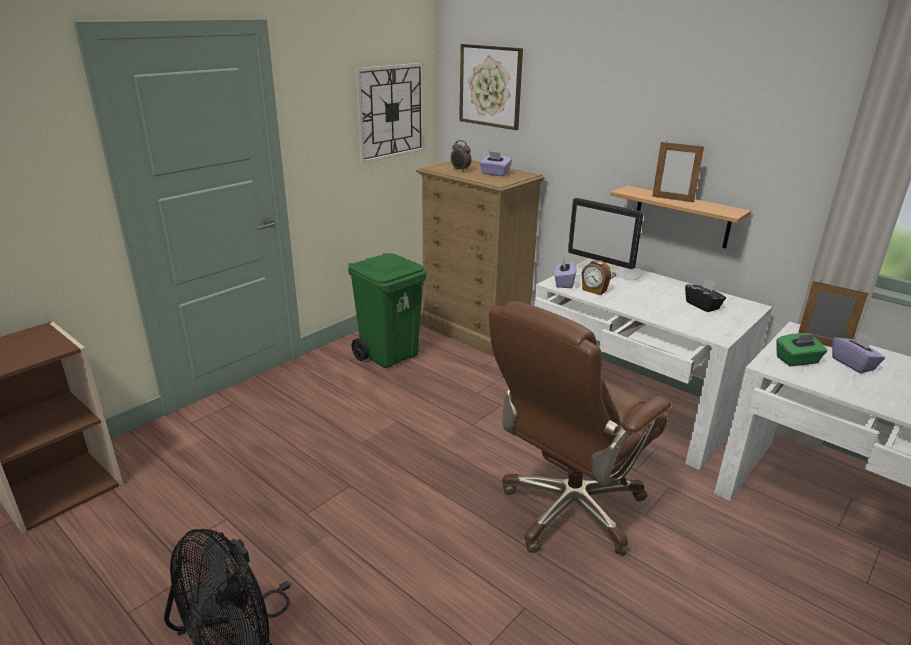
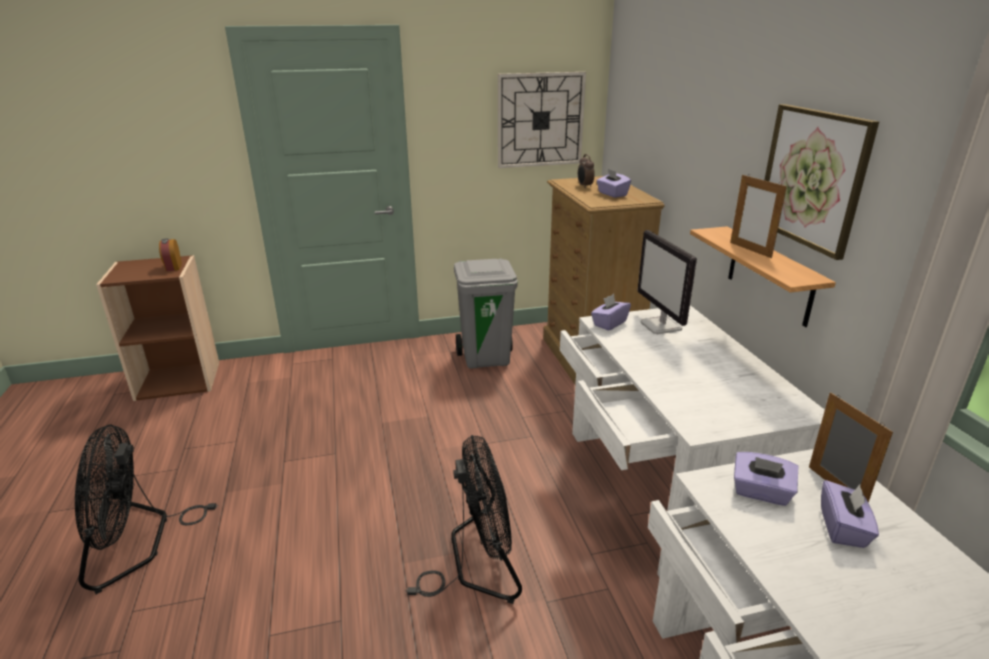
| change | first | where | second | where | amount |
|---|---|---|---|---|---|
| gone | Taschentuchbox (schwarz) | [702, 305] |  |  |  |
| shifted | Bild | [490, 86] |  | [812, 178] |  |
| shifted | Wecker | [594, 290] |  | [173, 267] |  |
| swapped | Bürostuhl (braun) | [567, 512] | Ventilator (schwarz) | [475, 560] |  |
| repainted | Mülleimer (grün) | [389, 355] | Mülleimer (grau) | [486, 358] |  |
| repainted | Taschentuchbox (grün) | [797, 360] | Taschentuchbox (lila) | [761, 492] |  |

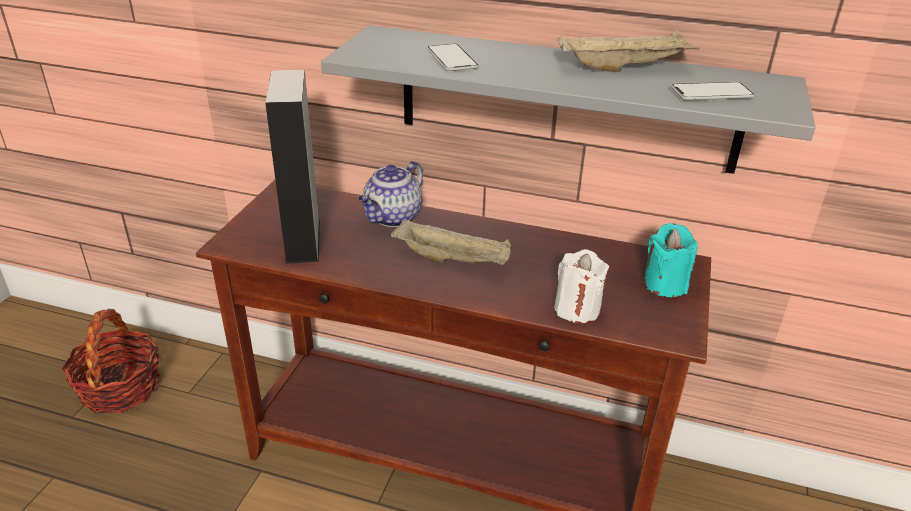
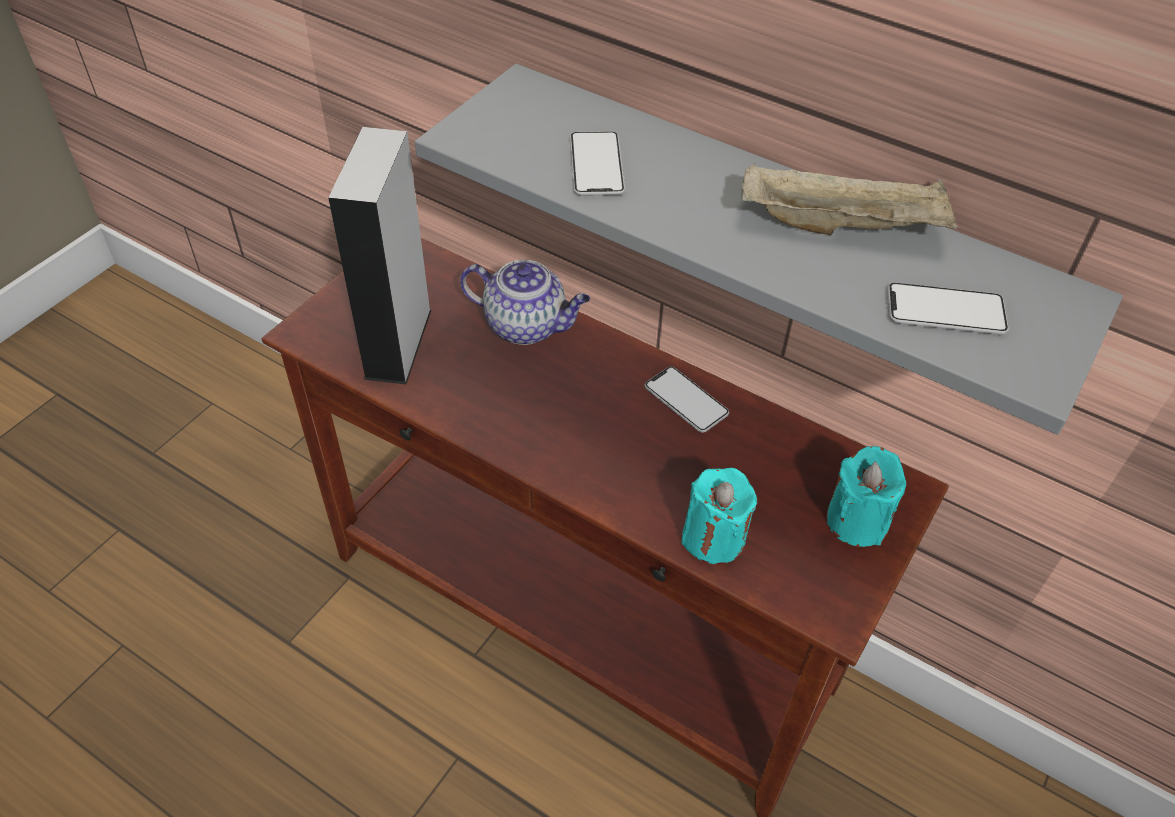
| change | first | where | second | where | amount |
|---|---|---|---|---|---|
| gone | Korb | [120, 387] |  |  |  |
| gone | Tablett (beige) | [453, 260] |  |  |  |
| new |  |  | Handy | [686, 400] |  |
| repainted | Kerze (weiß) | [577, 309] | Kerze (türkis) | [713, 538] |  |
| rotated | Teekanne | [392, 218] |  | [527, 326] | 120 degrees counterclockwise |

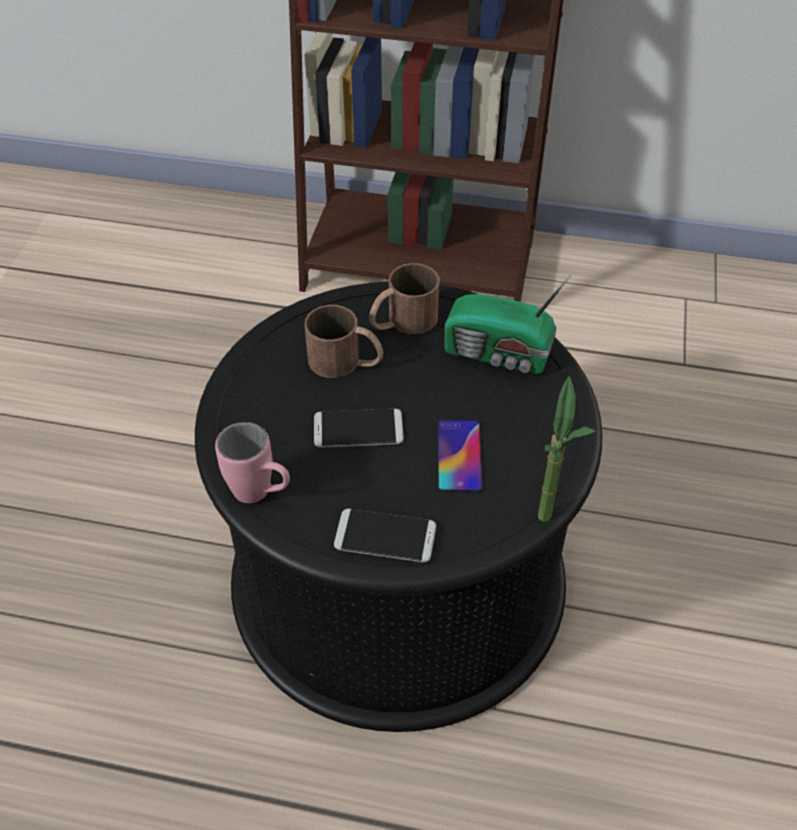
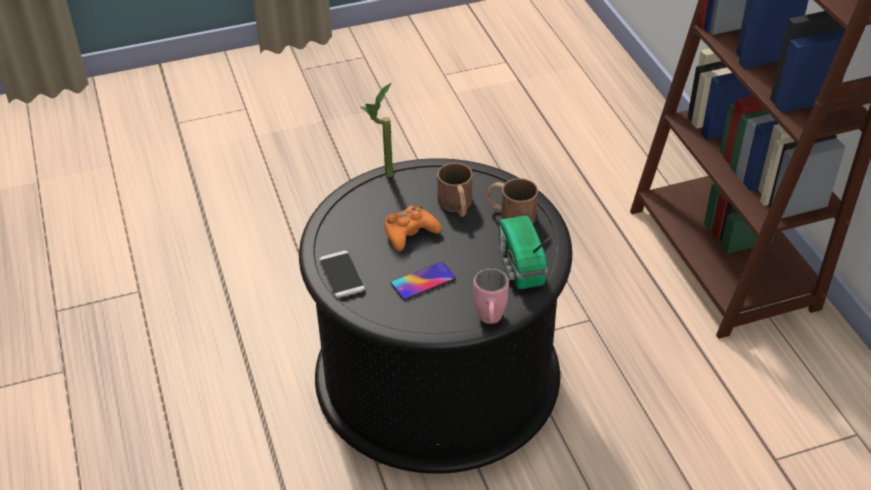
| change | first | where | second | where | amount |
|---|---|---|---|---|---|
| shifted | Henkelbecher (rosa) | [261, 494] |  | [490, 321] |  |
| shifted | Topfpflanze | [548, 528] |  | [382, 178] |  |
| swapped | Handy | [358, 429] | Gamepad (orange) | [410, 233] |  |

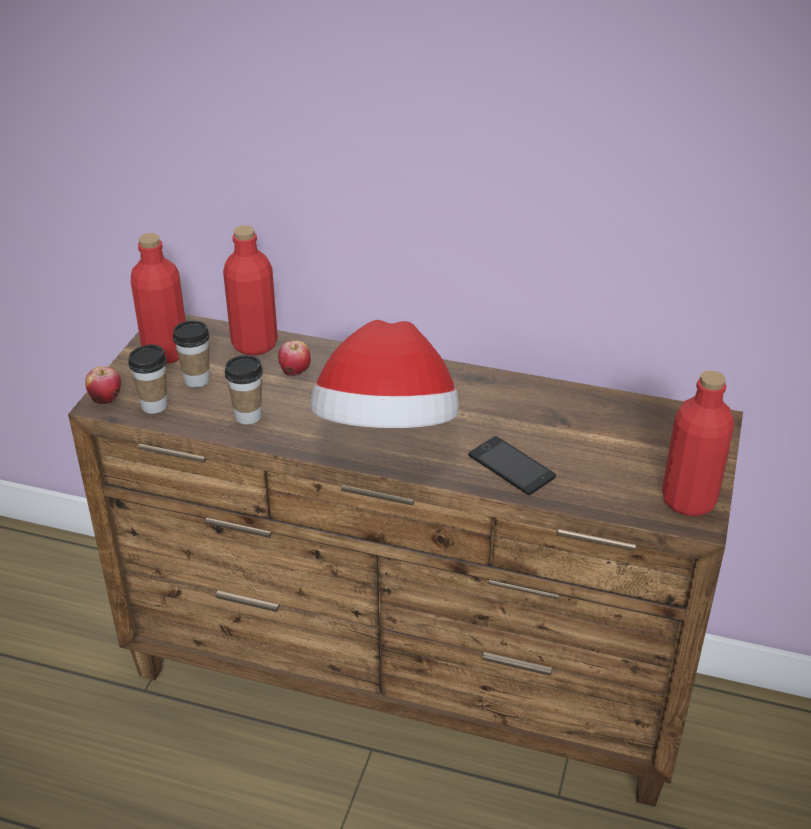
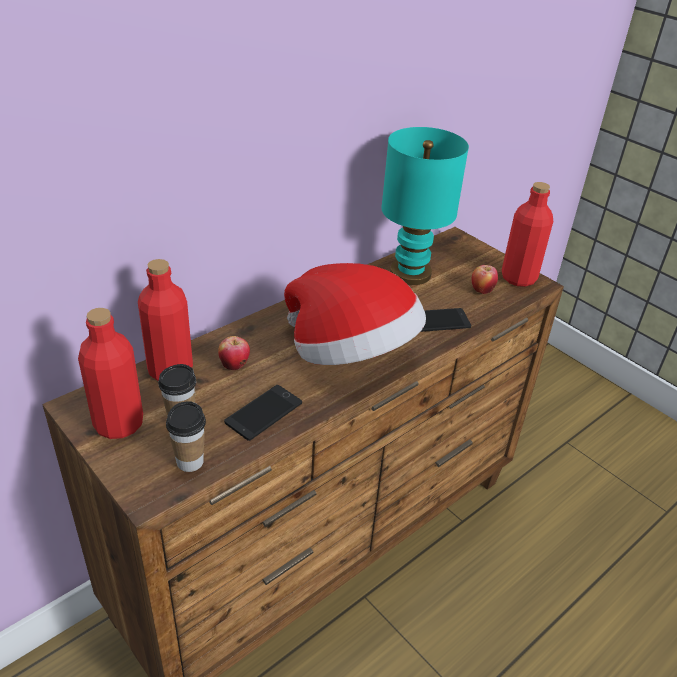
| change | first | where | second | where | amount |
|---|---|---|---|---|---|
| new |  |  | Tischlampe (türkis) | [410, 274] |  |
| shifted | Apfel | [106, 399] |  | [482, 290] |  |
| swapped | Tasse | [248, 416] | Handy | [264, 413] |  |

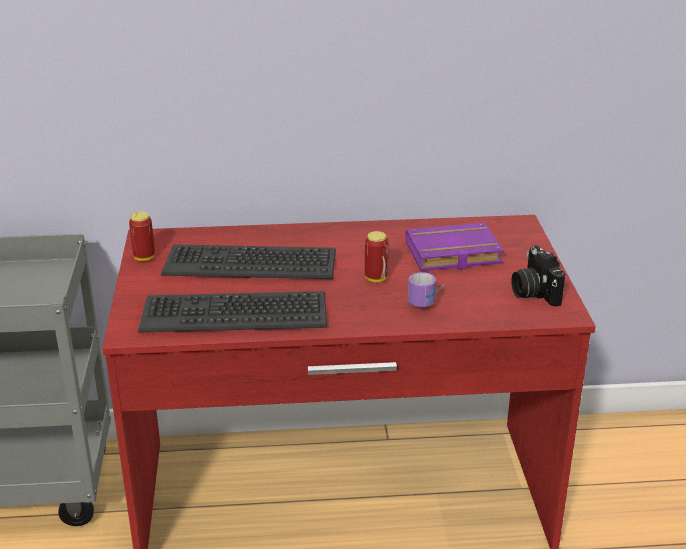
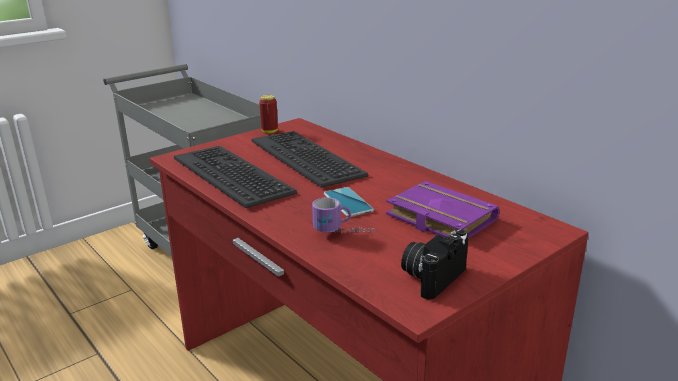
| change | first | where | second | where | amount |
|---|---|---|---|---|---|
| swapped | Dose | [376, 278] | Handy | [348, 202] |  |

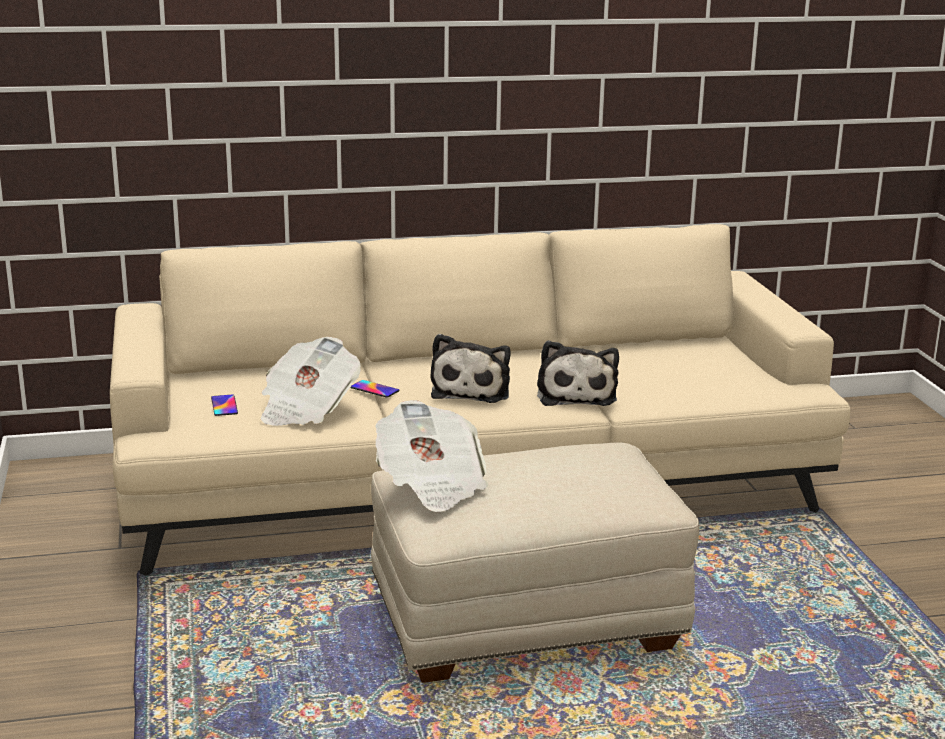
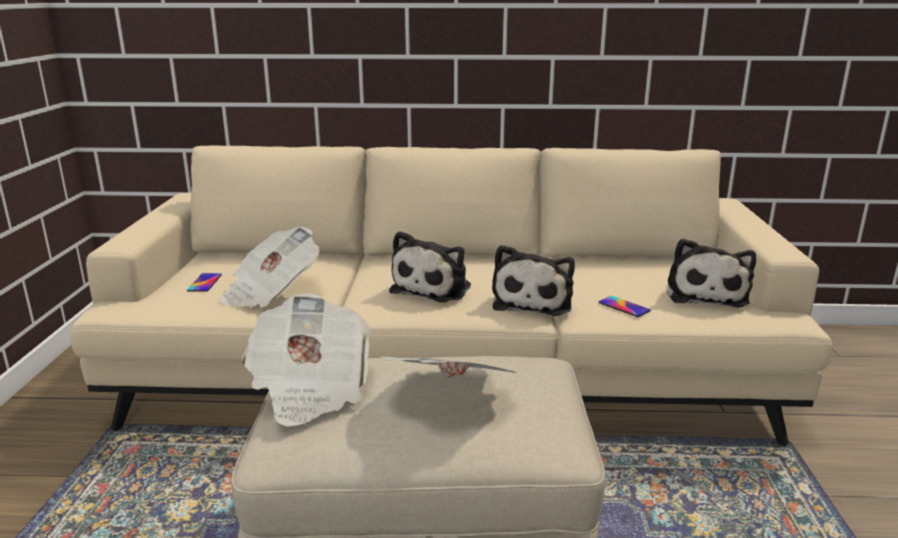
| change | first | where | second | where | amount |
|---|---|---|---|---|---|
| new |  |  | Zeitung | [452, 396] |  |
| new |  |  | Plüschtier | [706, 293] |  |
| shifted | Handy | [374, 389] |  | [624, 307] |  |

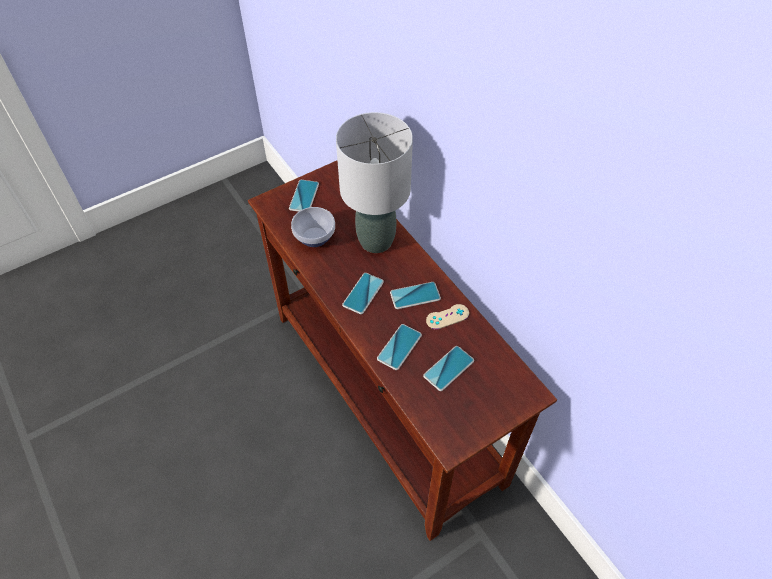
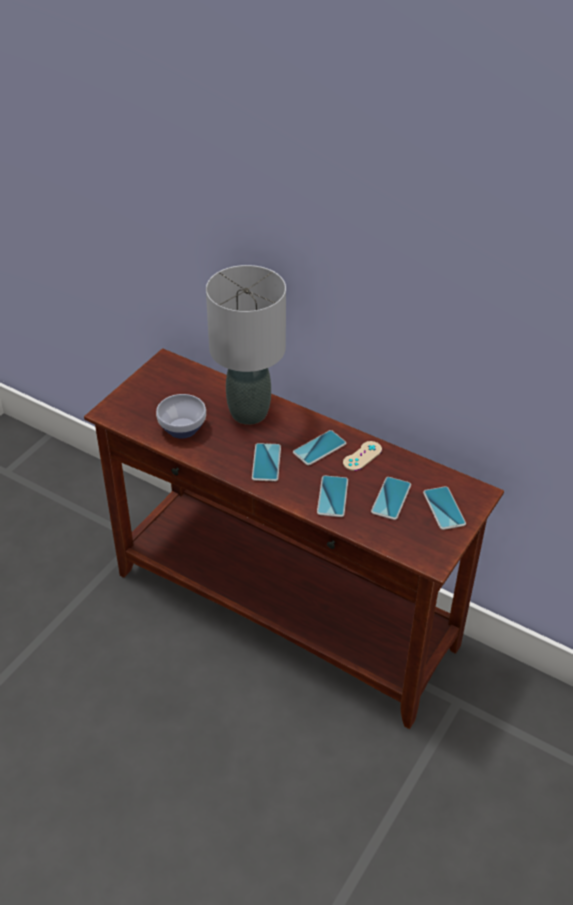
| change | first | where | second | where | amount |
|---|---|---|---|---|---|
| shifted | Handy | [304, 196] |  | [444, 508] |  |

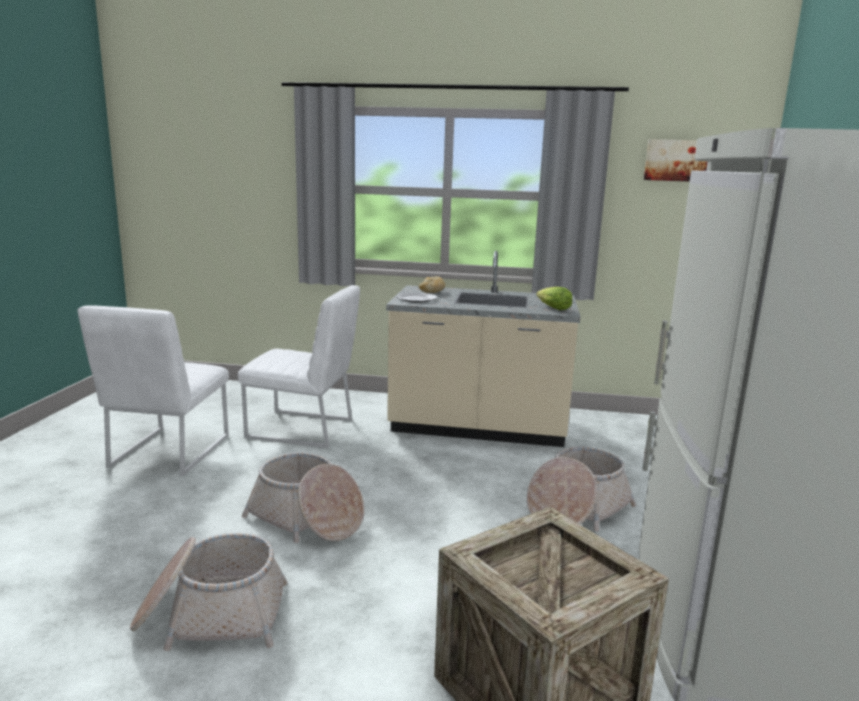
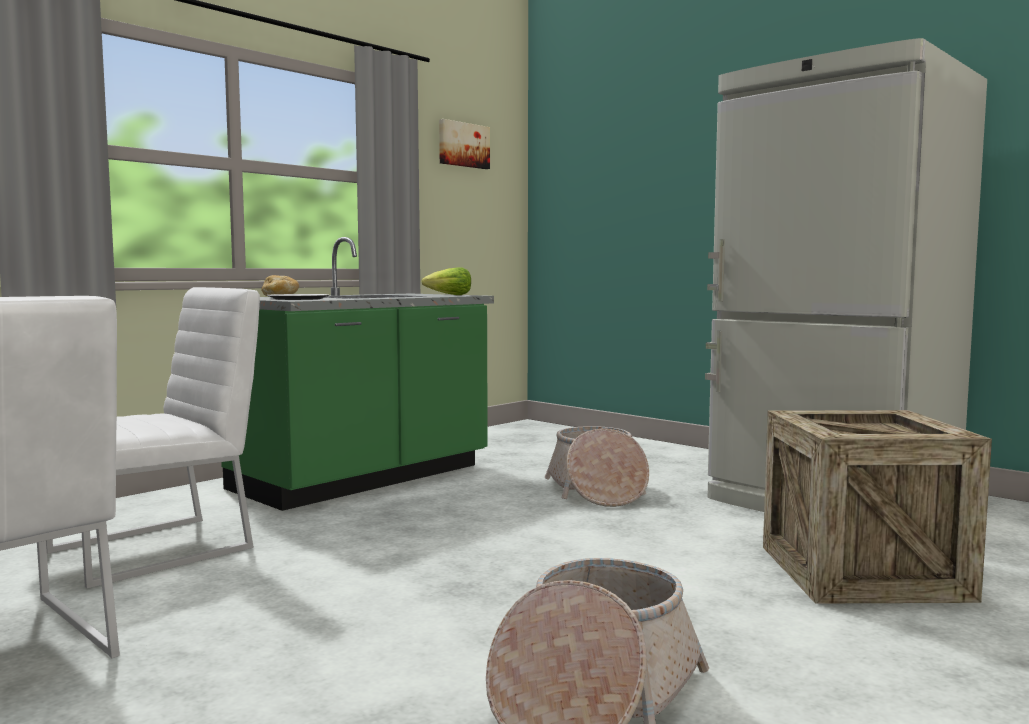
| change | first | where | second | where | amount |
|---|---|---|---|---|---|
| gone | Korb | [307, 519] |  |  |  |
| repainted | Küchenzeile (beige) | [478, 427] | Küchenzeile (grün) | [364, 478] |  |

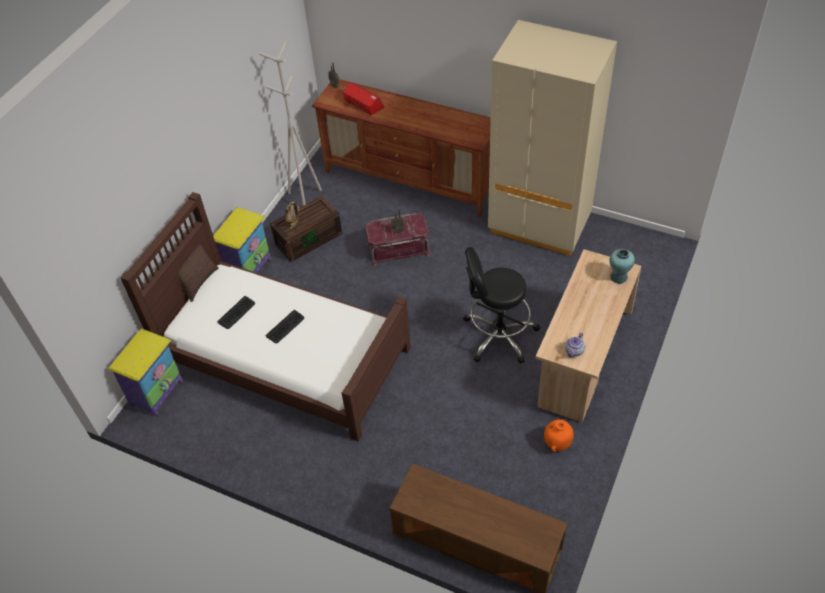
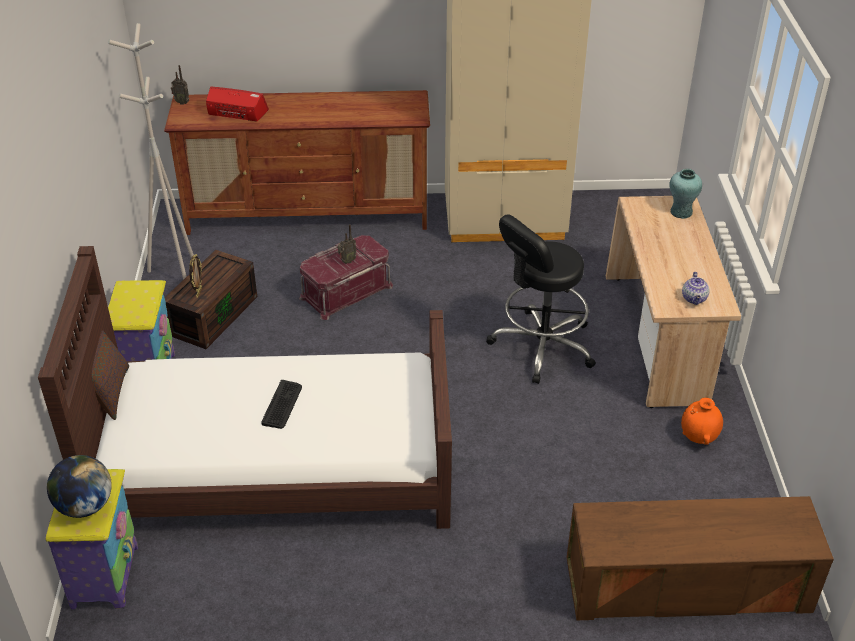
| change | first | where | second | where | amount |
|---|---|---|---|---|---|
| gone | Tastatur | [236, 313] |  |  |  |
| new |  |  | Globus | [85, 506] |  |

